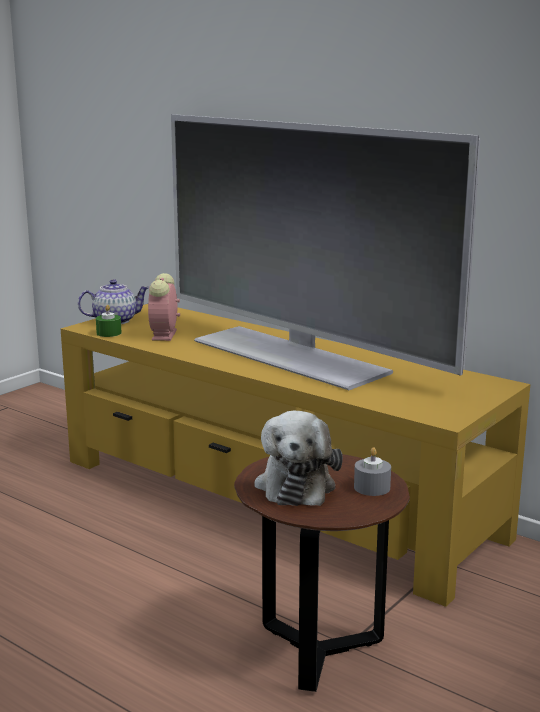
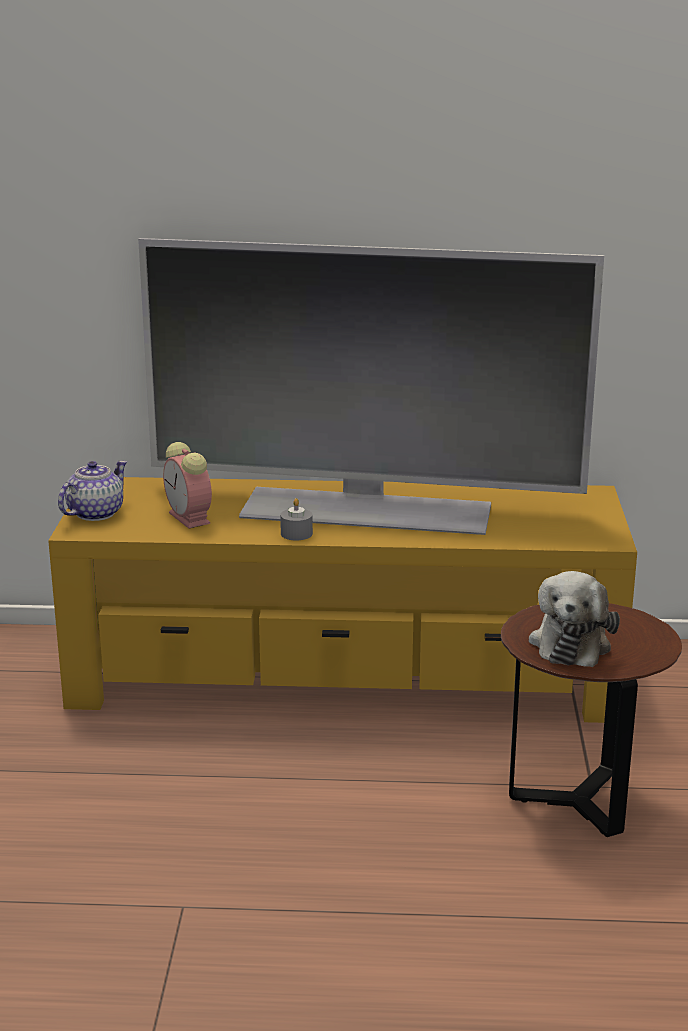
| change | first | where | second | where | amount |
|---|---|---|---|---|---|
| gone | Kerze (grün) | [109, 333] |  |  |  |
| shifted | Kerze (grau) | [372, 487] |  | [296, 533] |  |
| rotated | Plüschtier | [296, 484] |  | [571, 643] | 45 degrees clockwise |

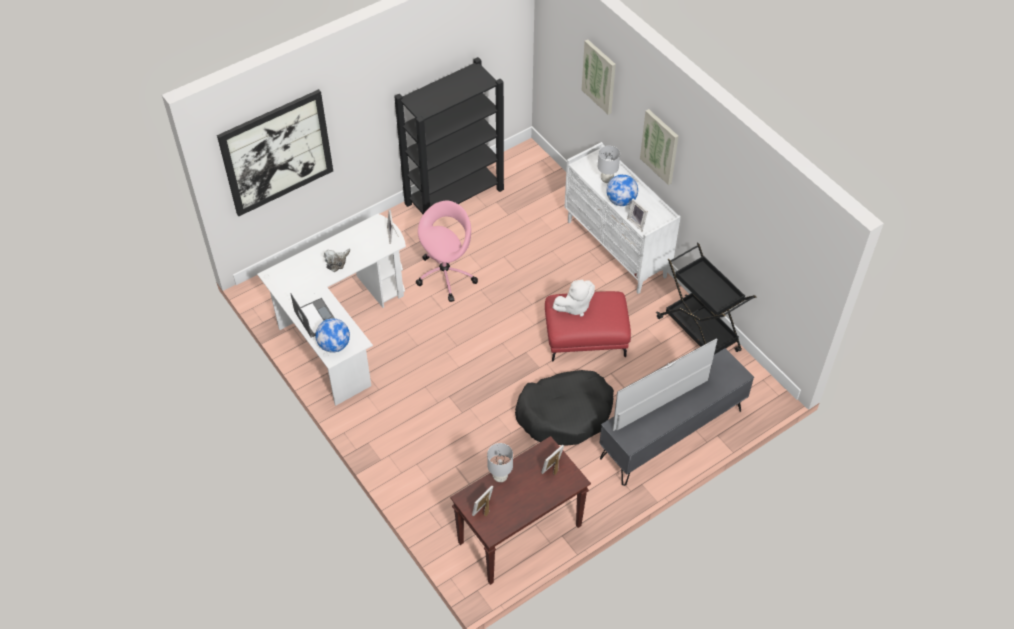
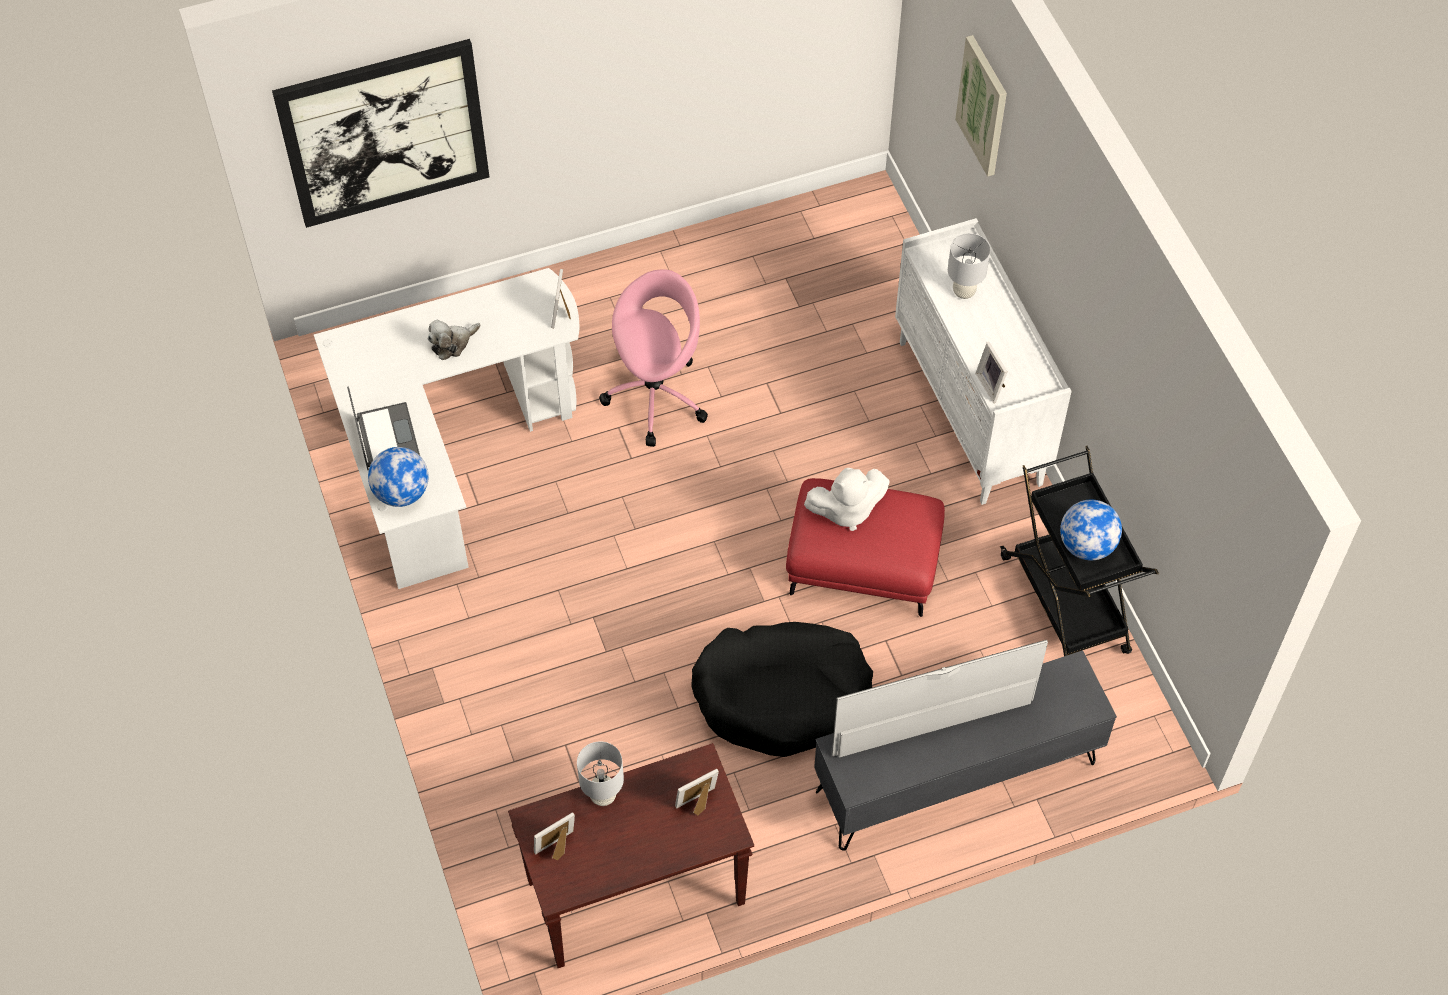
| change | first | where | second | where | amount |
|---|---|---|---|---|---|
| gone | Bücherregal (schwarz) | [454, 196] |  |  |  |
| gone | Bild | [660, 146] |  |  |  |
| shifted | Globus | [621, 201] |  | [1086, 545] |  |

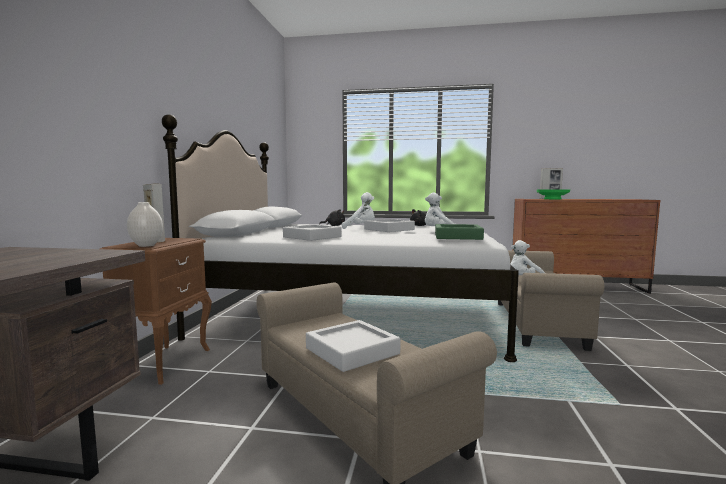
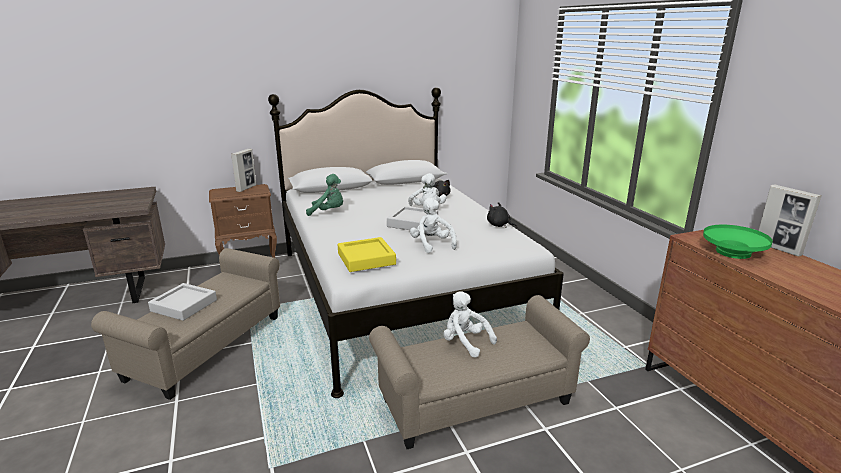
| change | first | where | second | where | amount |
|---|---|---|---|---|---|
| gone | Vase (weiß) | [147, 245] |  |  |  |
| swapped | Tablett (grau) | [312, 237] | Plüschtier (grün) | [328, 212] |  |
| repainted | Tablett (grün) | [457, 236] | Tablett (gelb) | [366, 259] |  |

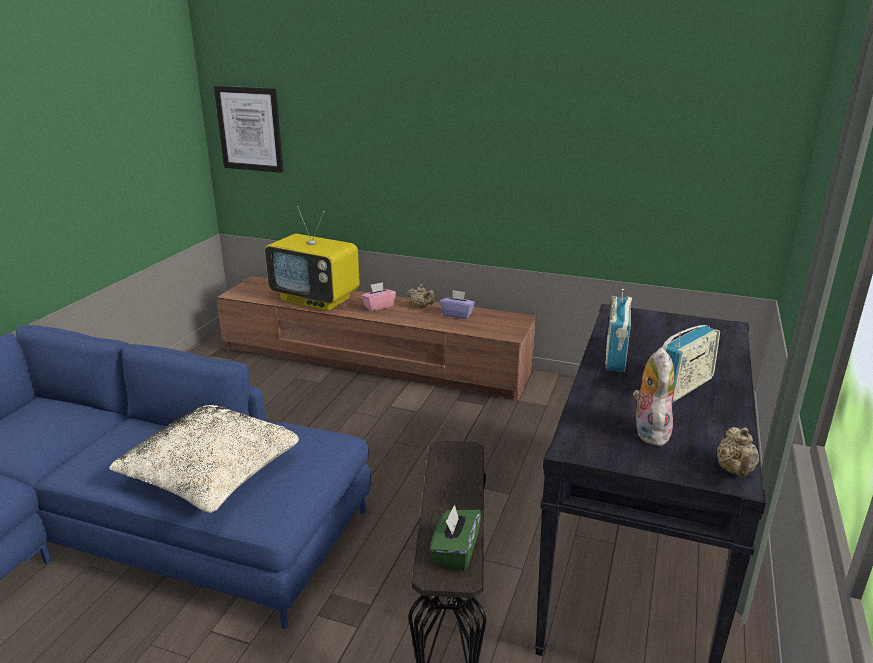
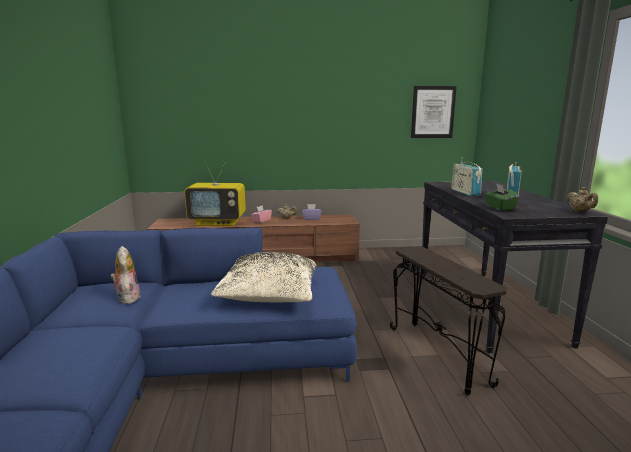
| change | first | where | second | where | amount |
|---|---|---|---|---|---|
| shifted | Bild | [250, 129] |  | [433, 112] |  |
| shifted | Taschentuchbox (grün) | [455, 552] |  | [499, 208] |  |
| shifted | Plüschtier | [648, 431] |  | [127, 298] |  |

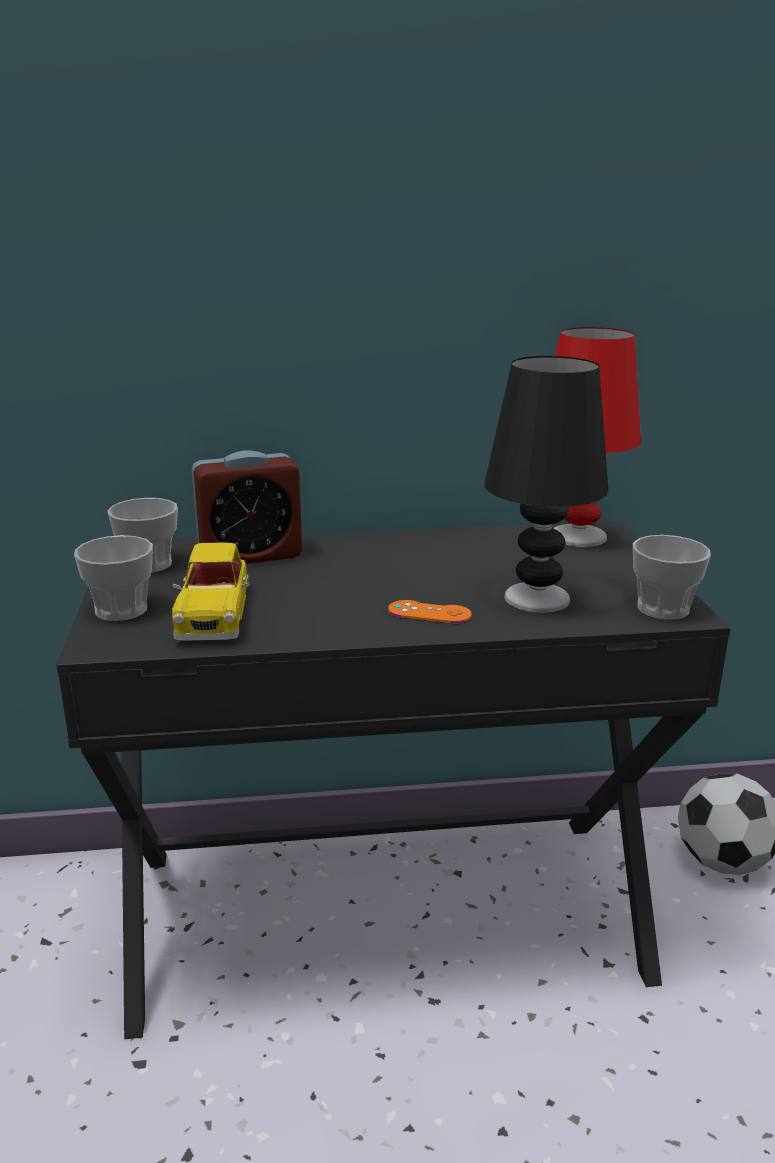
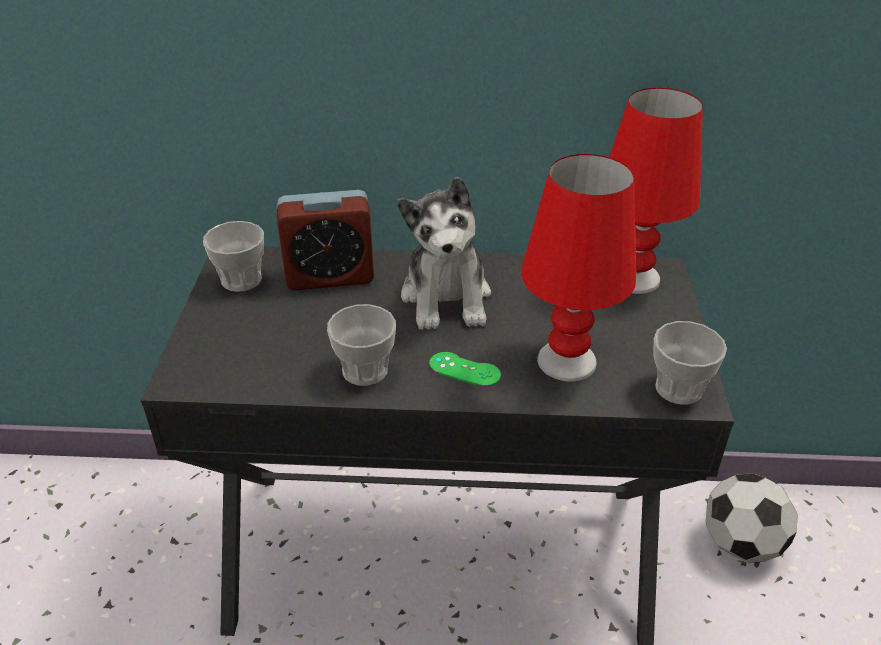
| change | first | where | second | where | amount |
|---|---|---|---|---|---|
| gone | Spielzeugauto | [214, 612] |  |  |  |
| new |  |  | Plüschtier | [447, 297] |  |
| shifted | Tasse | [121, 610] |  | [365, 370] |  |
| repainted | Gamepad (orange) | [429, 612] | Gamepad (grün) | [464, 370] |  |
| repainted | Tischlampe (schwarz) | [536, 598] | Tischlampe (rot) | [566, 360] |  |

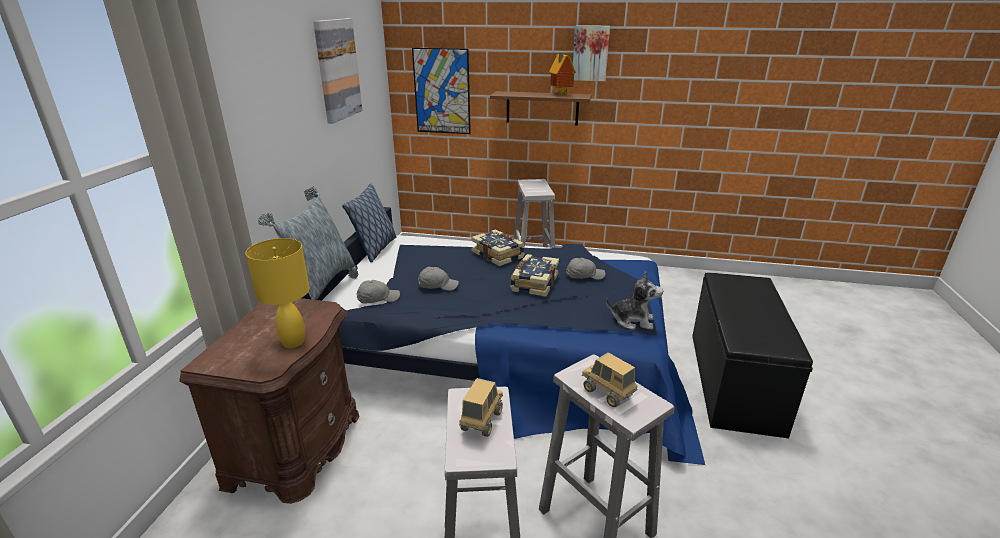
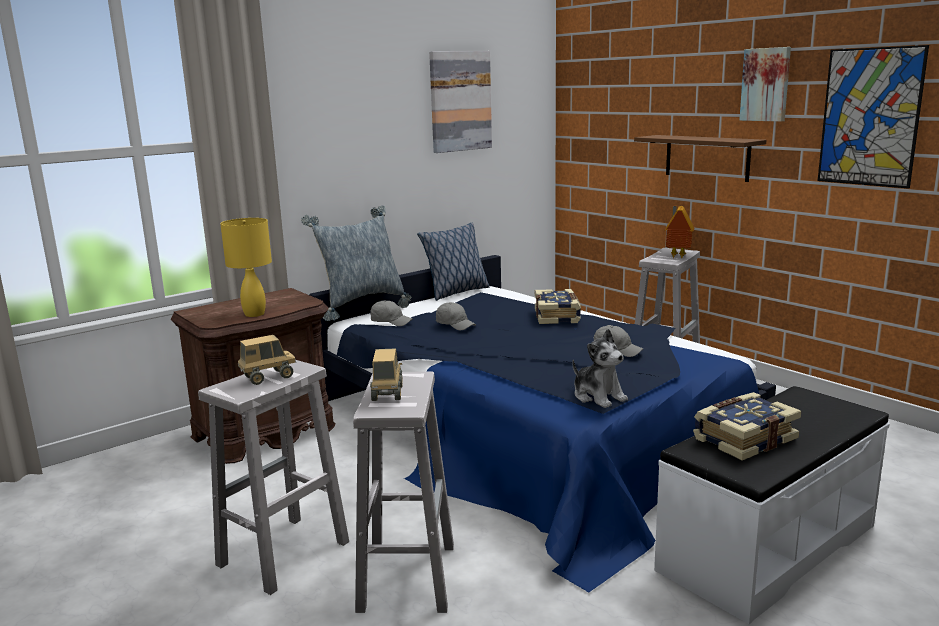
| change | first | where | second | where | amount |
|---|---|---|---|---|---|
| shifted | Bild | [442, 91] |  | [870, 117] |  |
| shifted | Buch | [533, 283] |  | [743, 439] |  |
| shifted | Spielzeughaus | [560, 95] |  | [676, 256] |  |
| repainted | Bank (schwarz) | [733, 380] | Bank (weiß) | [766, 546] |  |

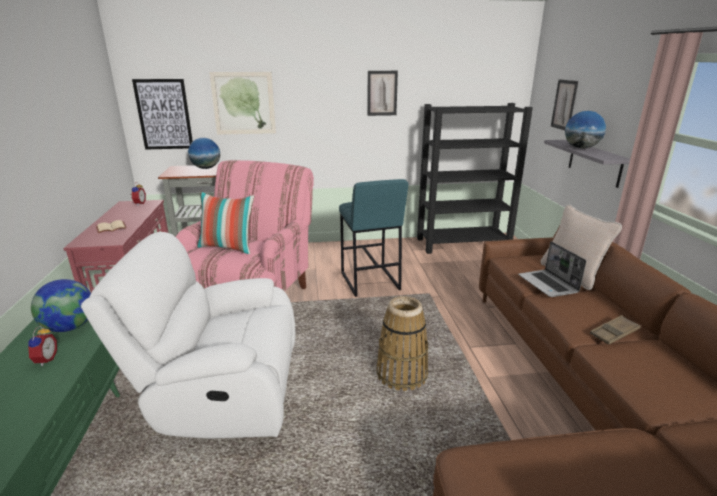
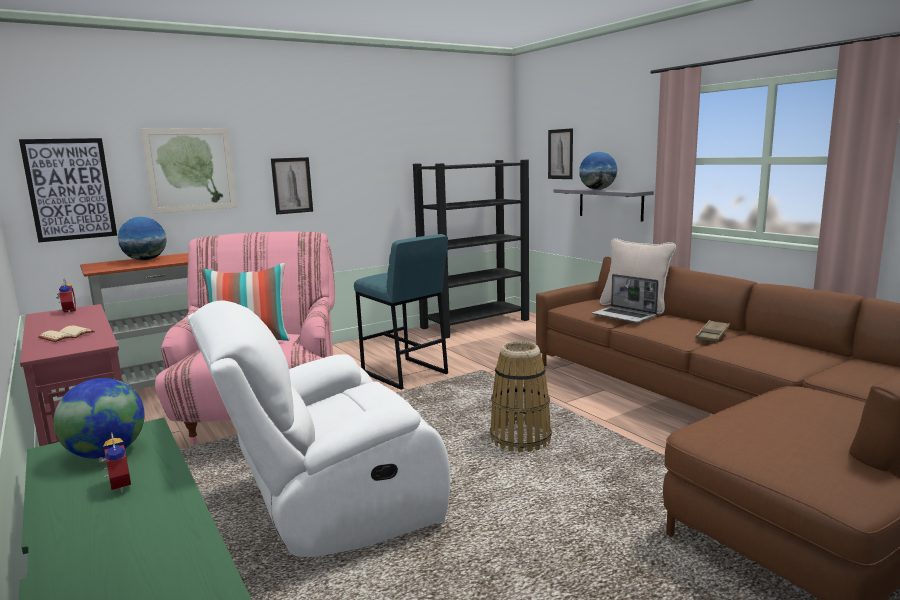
| change | first | where | second | where | amount |
|---|---|---|---|---|---|
| shifted | Bild | [382, 93] |  | [292, 185] |  |

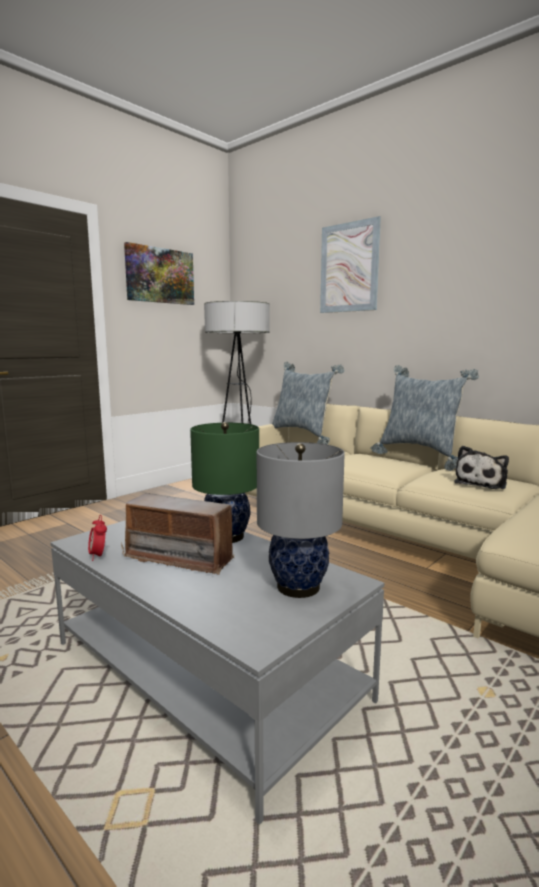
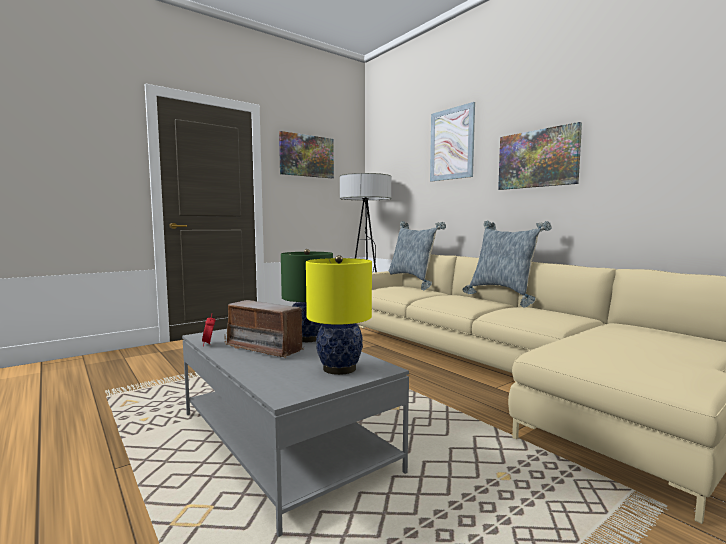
| change | first | where | second | where | amount |
|---|---|---|---|---|---|
| gone | Plüschtier | [482, 483] |  |  |  |
| new |  |  | Bild | [538, 159] |  |
| repainted | Tischlampe (grau) | [298, 586] | Tischlampe (gelb) | [339, 368] |  |

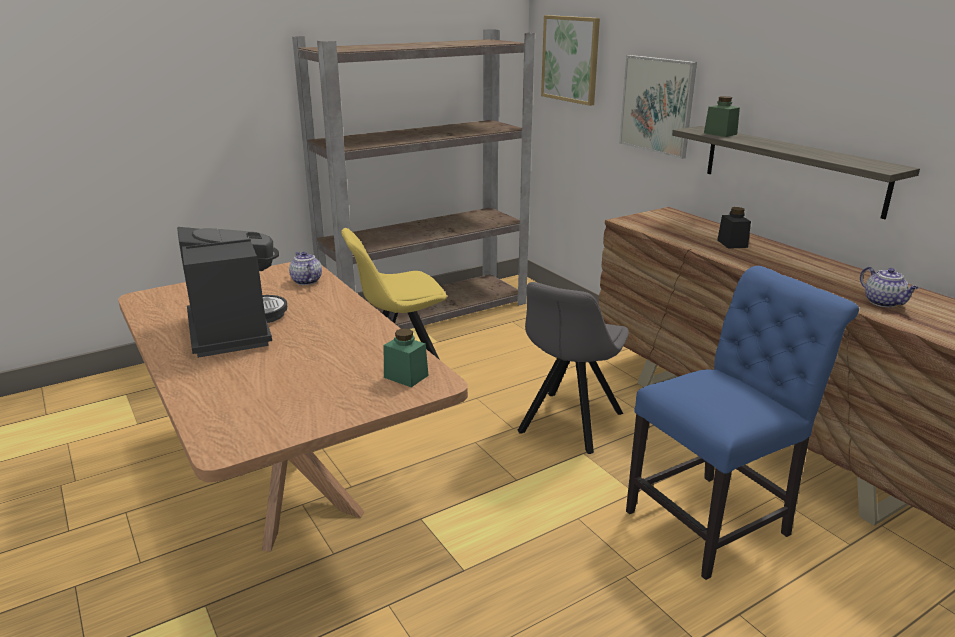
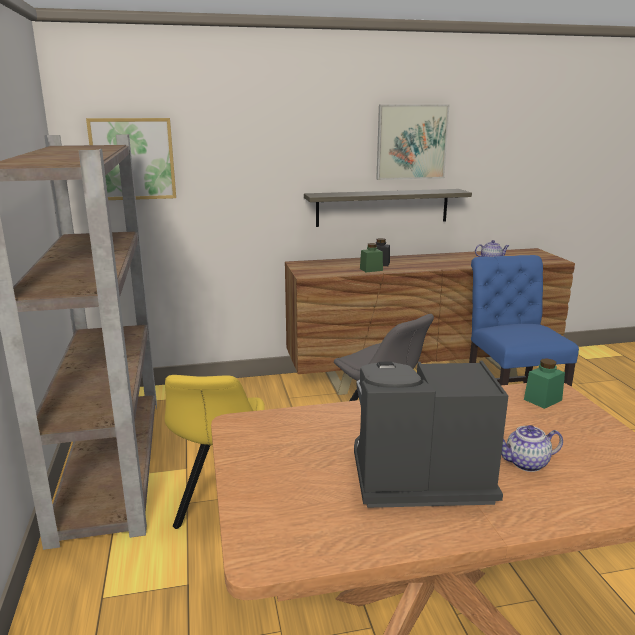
| change | first | where | second | where | amount |
|---|---|---|---|---|---|
| shifted | Teekanne | [306, 281] |  | [525, 463] |  |
| shifted | Bild | [657, 105] |  | [411, 142] |  |
| shifted | Vorratsglas (grün) | [720, 133] |  | [371, 269] |  |

